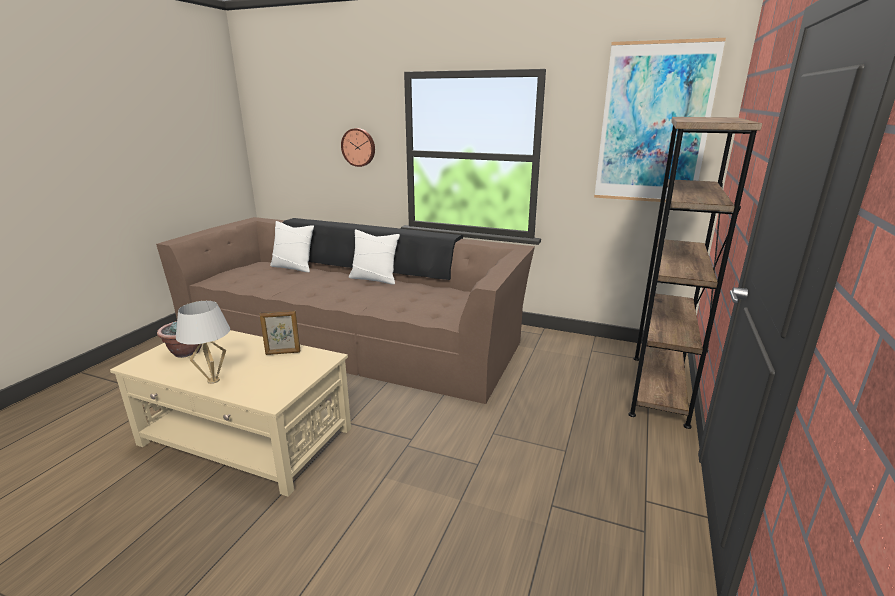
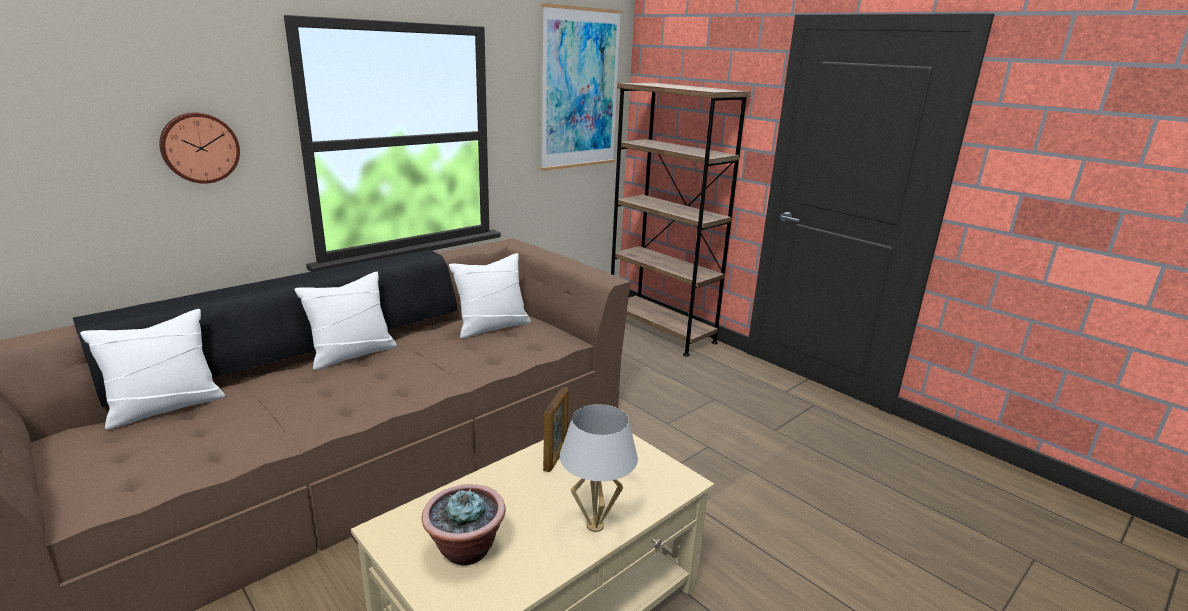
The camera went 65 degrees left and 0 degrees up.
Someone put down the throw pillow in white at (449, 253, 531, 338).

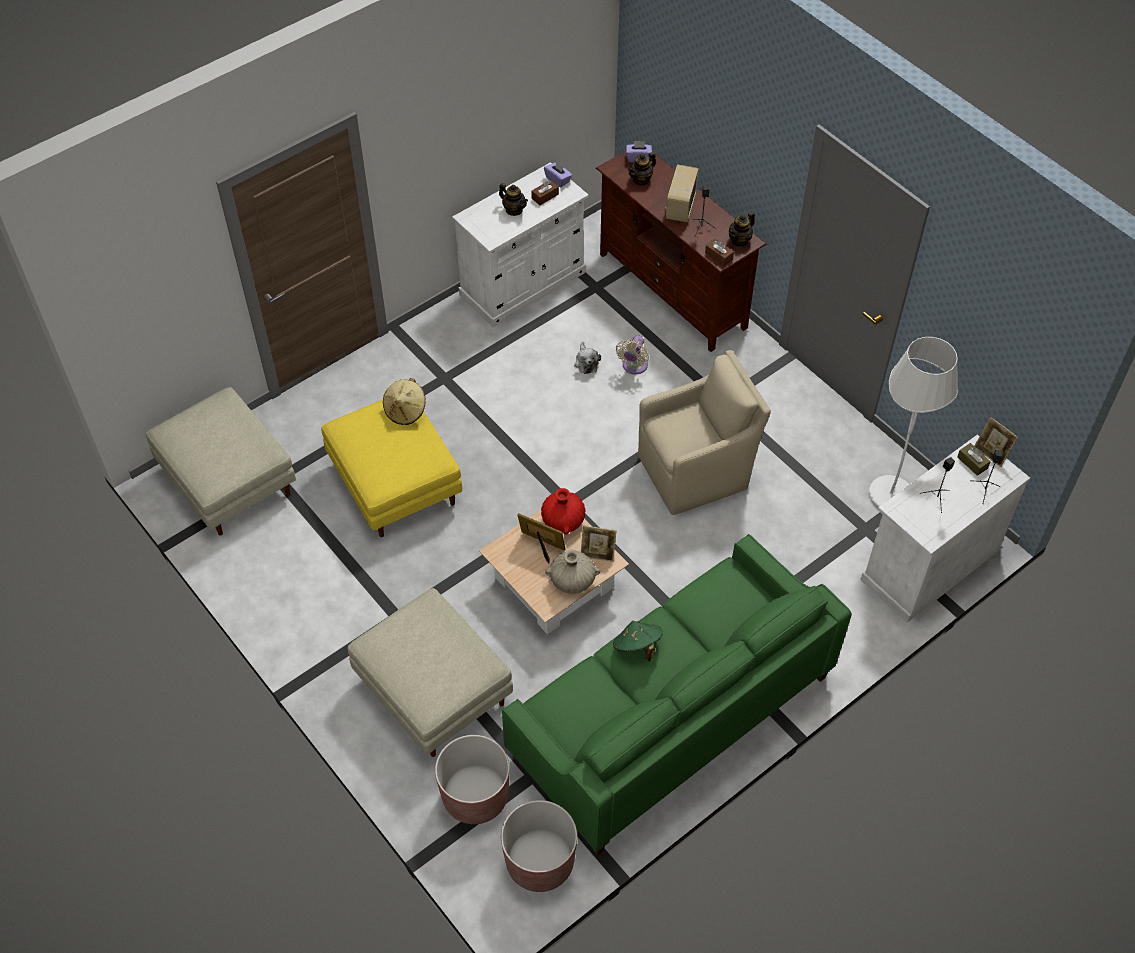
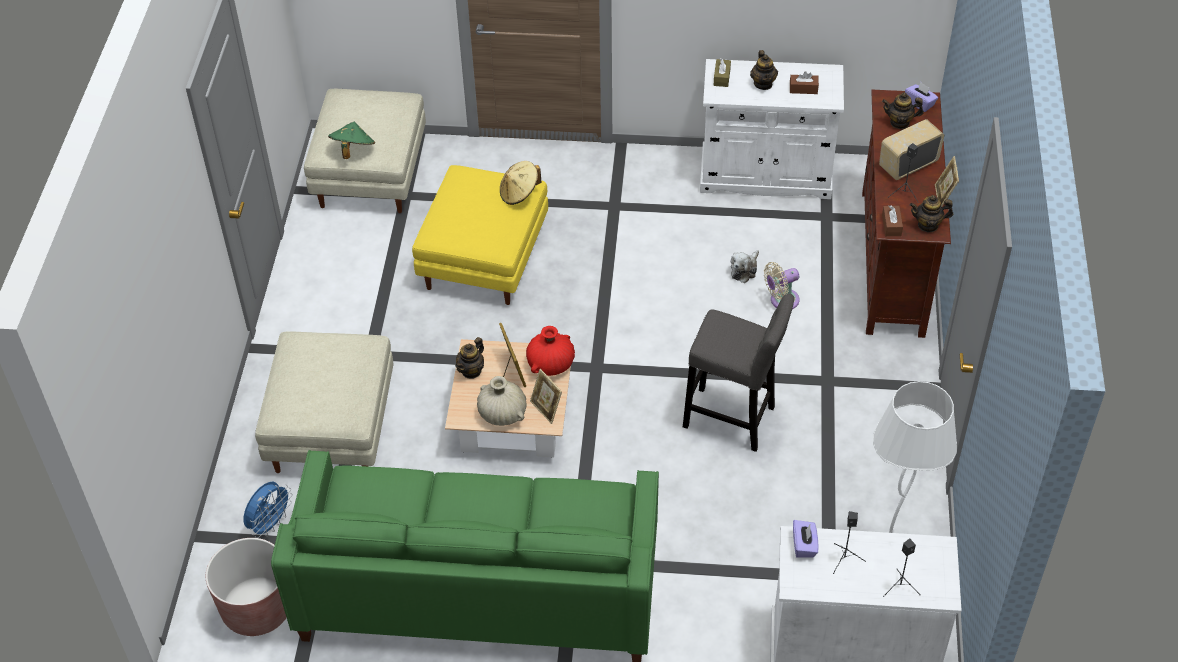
The camera went 45 degrees right and 5 degrees down.
Someone swapped the flower pot in brown at (435, 735, 510, 824) for the fan in blue at (243, 482, 293, 538).
Someone carried the hat in green-coloured from (613, 620, 663, 661) to (328, 121, 375, 159).
Someone put down the tea pot at (455, 337, 484, 379).
Someone swapped the armchair in sand-coloured at (638, 350, 771, 515) for the stool in gray at (683, 293, 795, 452).
Someone carried the tissue box in brown from (957, 443, 991, 476) to (713, 58, 731, 87).
Someone carried the tissue box in purple-coloured from (544, 161, 572, 188) to (793, 520, 819, 558).
Someone carried the photo frame from (974, 417, 1018, 467) to (935, 156, 959, 207).

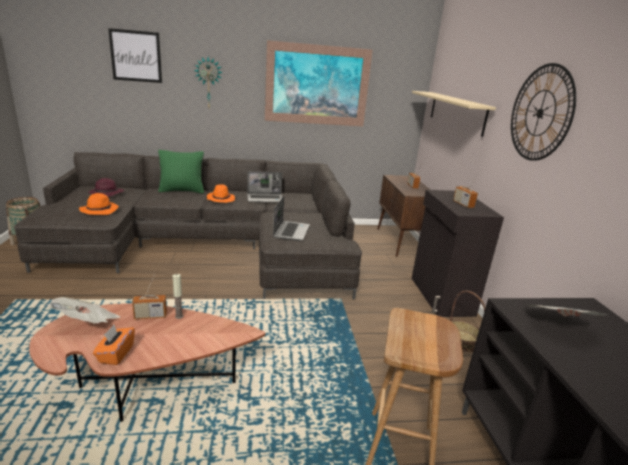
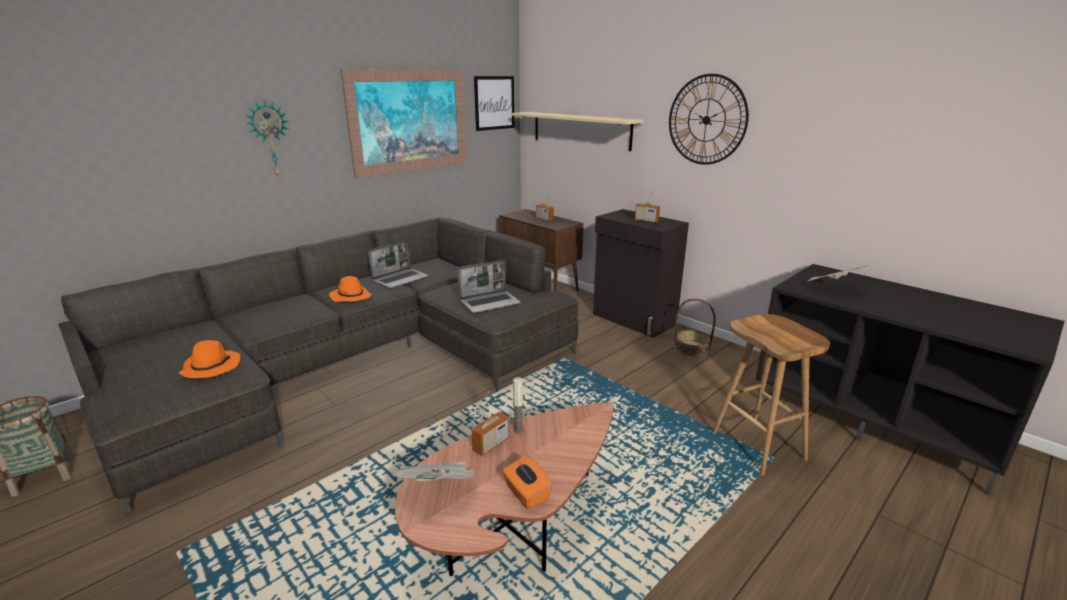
The camera went 35 degrees left and 0 degrees up.
Someone rotated the laptop at (273, 196, 310, 241) by 90 degrees clockwise.
Someone carried the wall picture from (108, 28, 162, 83) to (474, 76, 514, 131).
Someone took away the hat in purple-coloured at (88, 178, 124, 197).
Someone took away the throw pillow in green-coloured at (158, 150, 204, 193).

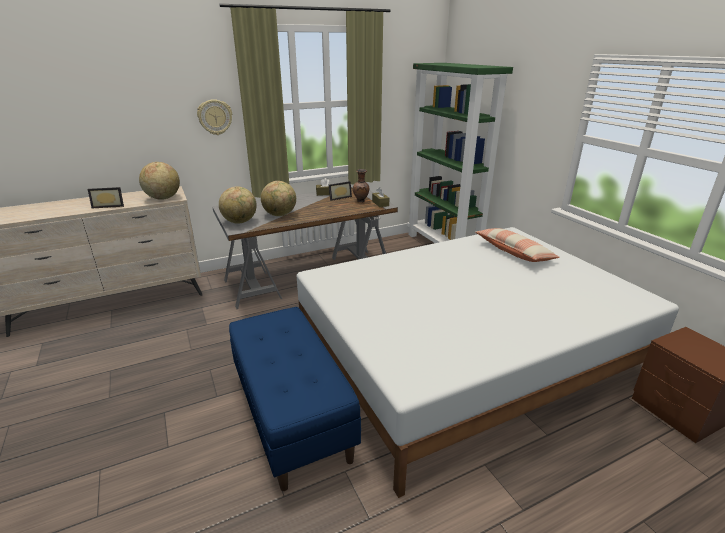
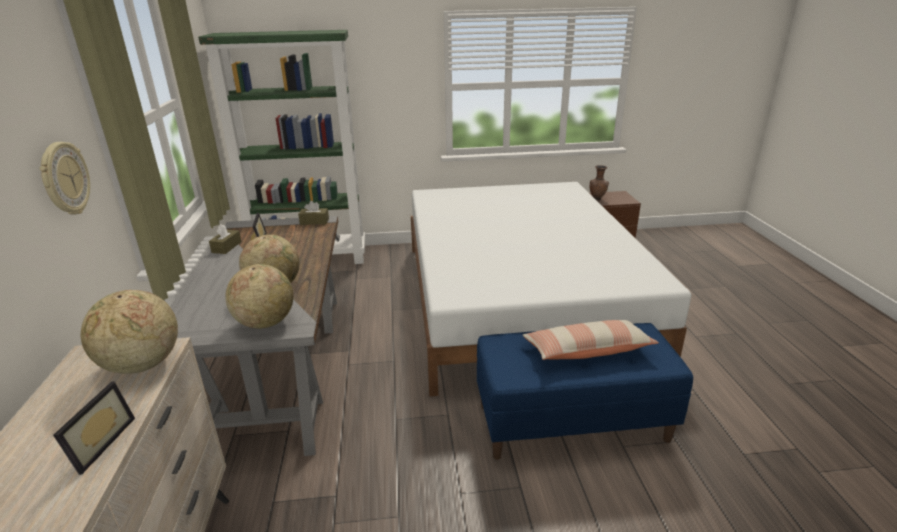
The camera went 70 degrees left and 0 degrees up.
Someone carried the throw pillow from (475, 228, 560, 262) to (523, 320, 659, 360).
Someone carried the decorative vase in brown from (353, 169, 369, 203) to (590, 165, 609, 201).

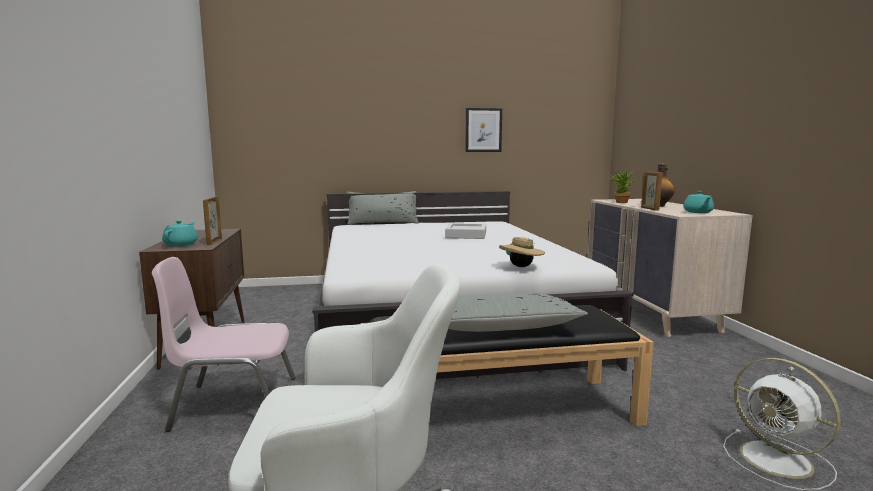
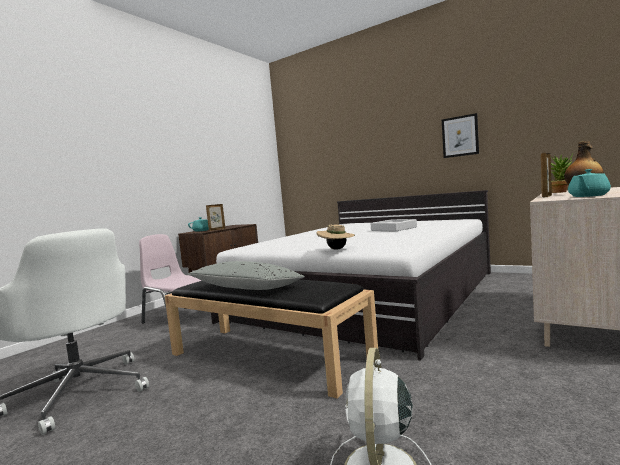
The camera went 45 degrees right and 5 degrees down.
Someone took away the throw pillow in gray at (347, 191, 418, 225).

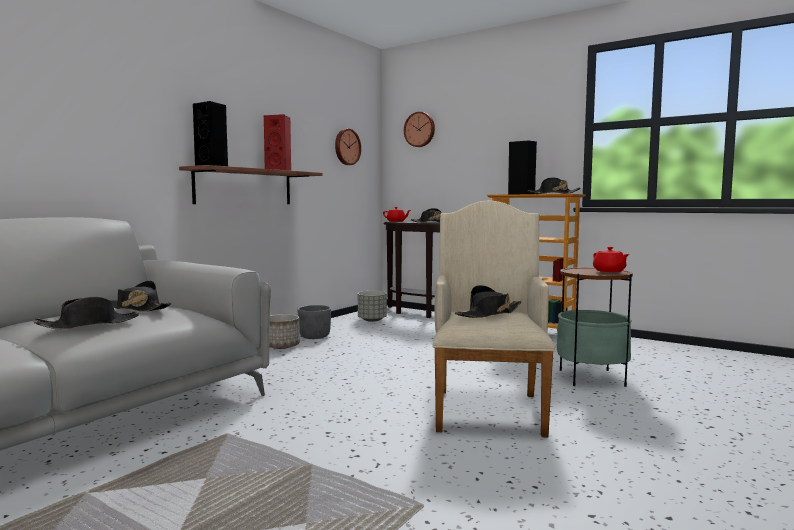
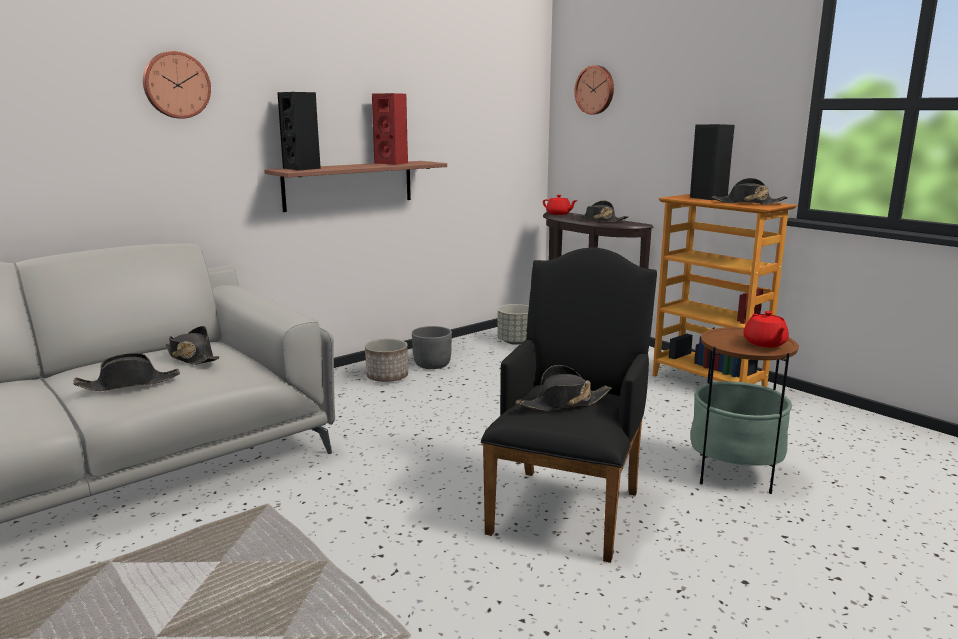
The camera went 15 degrees right and 10 degrees up.
Someone carried the hanging clock from (335, 129, 361, 165) to (143, 51, 211, 119).
Someone repainted the armchair in sand-coloured at (432, 200, 556, 438), which became the armchair in black at (481, 247, 657, 563).

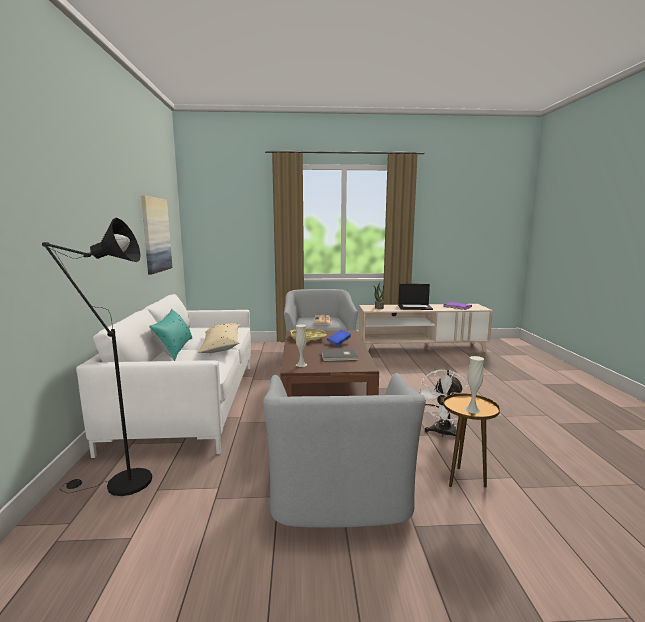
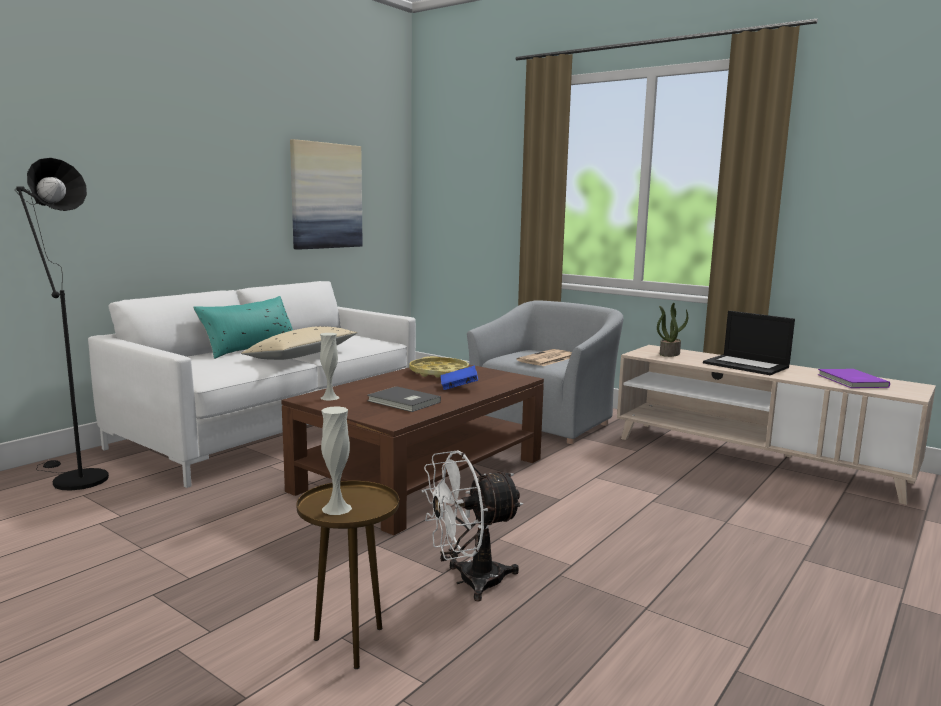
The camera went 40 degrees right and 0 degrees up.
Someone took away the armchair in gray at (263, 373, 426, 528).

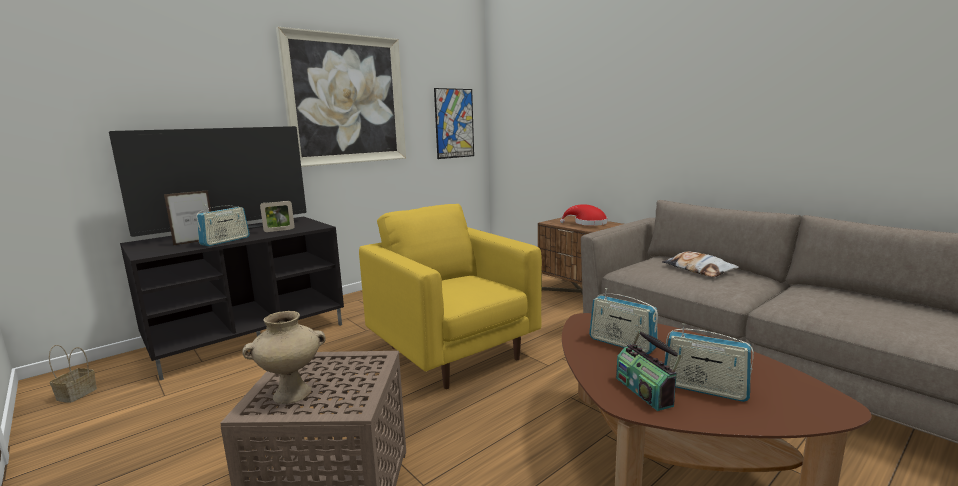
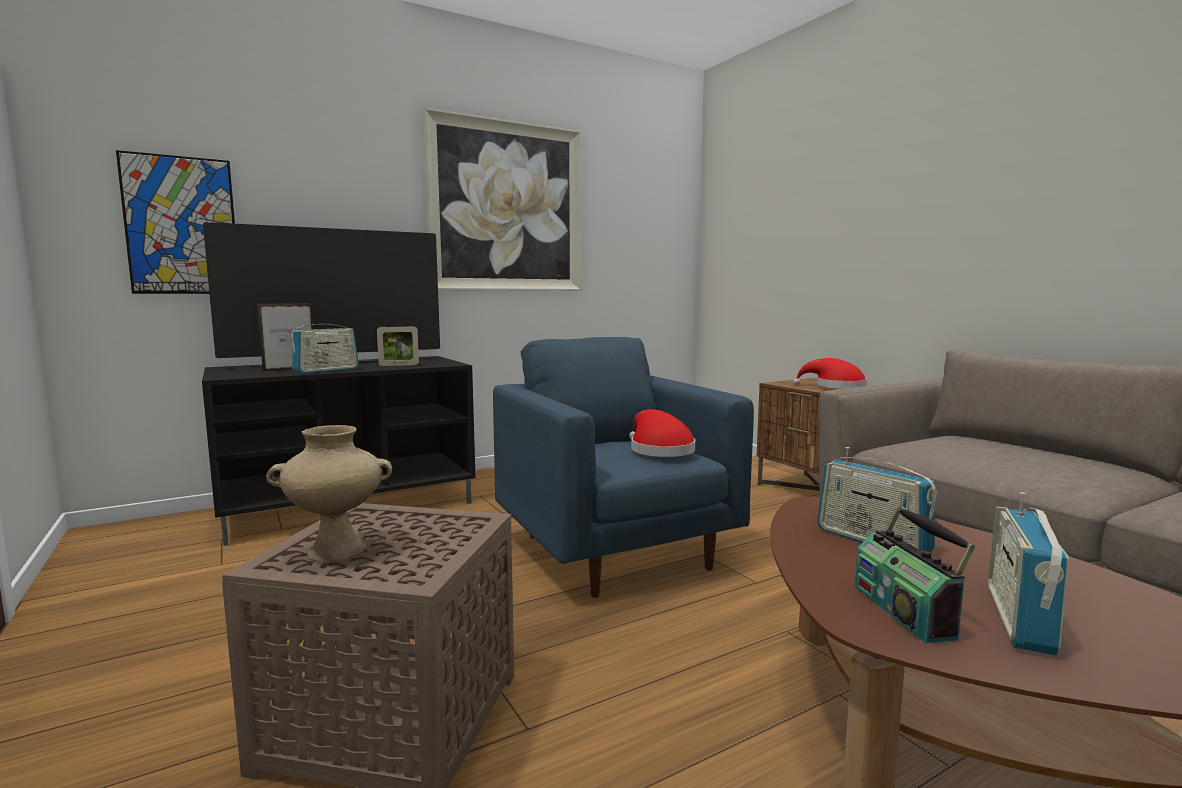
The camera went 10 degrees right and 5 degrees down.
Someone carried the wall picture from (434, 88, 474, 159) to (116, 150, 235, 294).
Someone repainted the armchair in yellow-coloured at (359, 204, 542, 389), which became the armchair in blue at (493, 337, 754, 598).
Someone put down the hat in red at (629, 409, 696, 457).
Someone rotated the radio at (664, 323, 754, 402) by 75 degrees clockwise.
Someone took away the storage basket at (49, 345, 97, 403).
Someone took away the throw pillow at (662, 251, 739, 277).

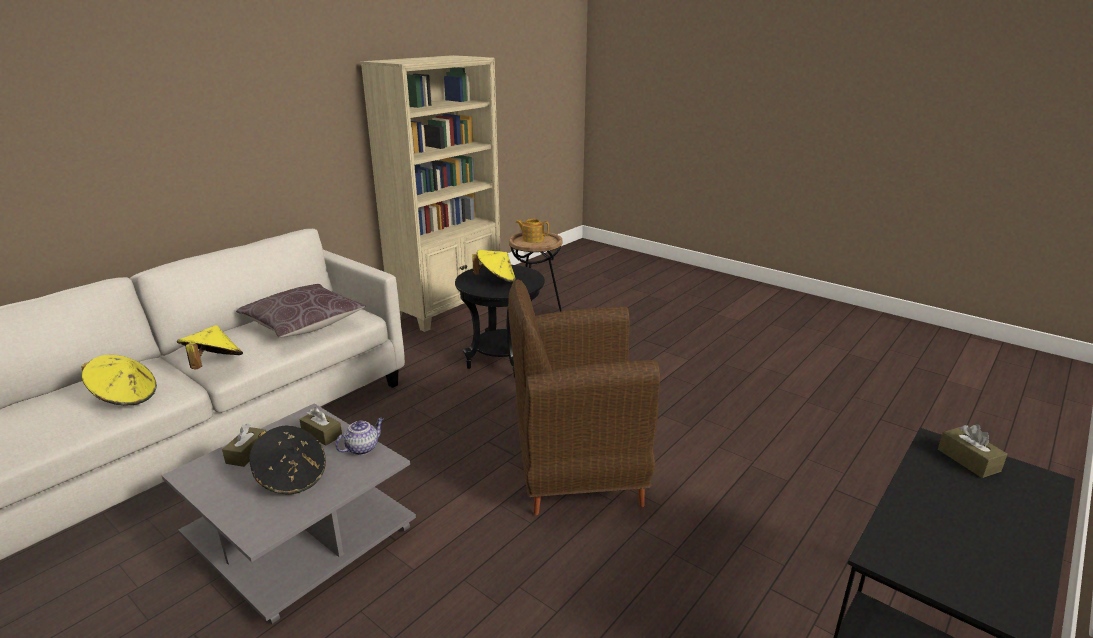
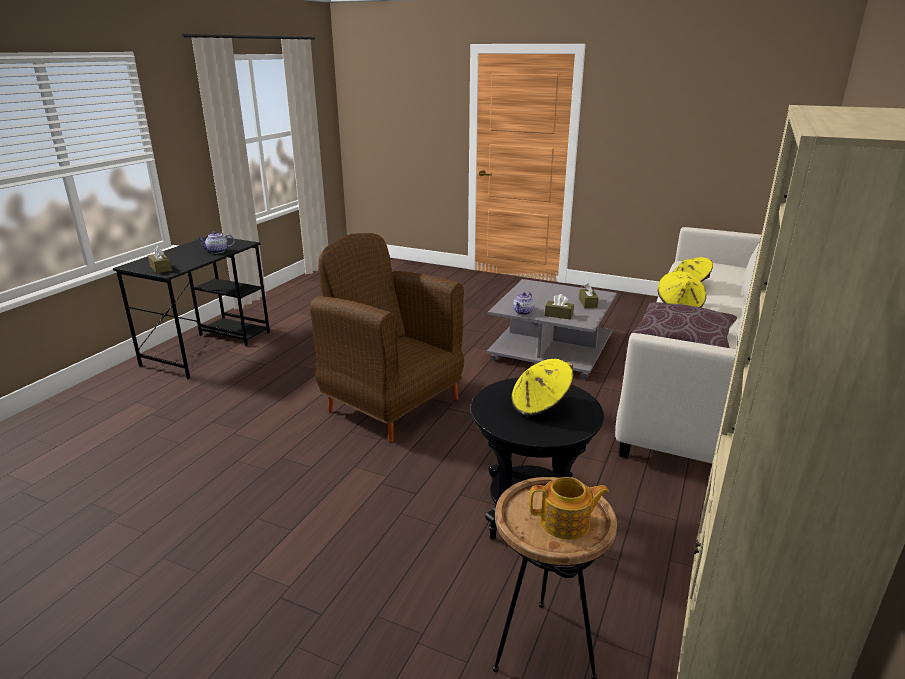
The camera went 165 degrees right and 0 degrees up.
Someone put down the tea pot at (197, 231, 235, 253).
Someone rotated the armchair in brown at (508, 279, 660, 515) by 120 degrees counterclockwise.
Someone took away the hat in black at (249, 426, 326, 495).

